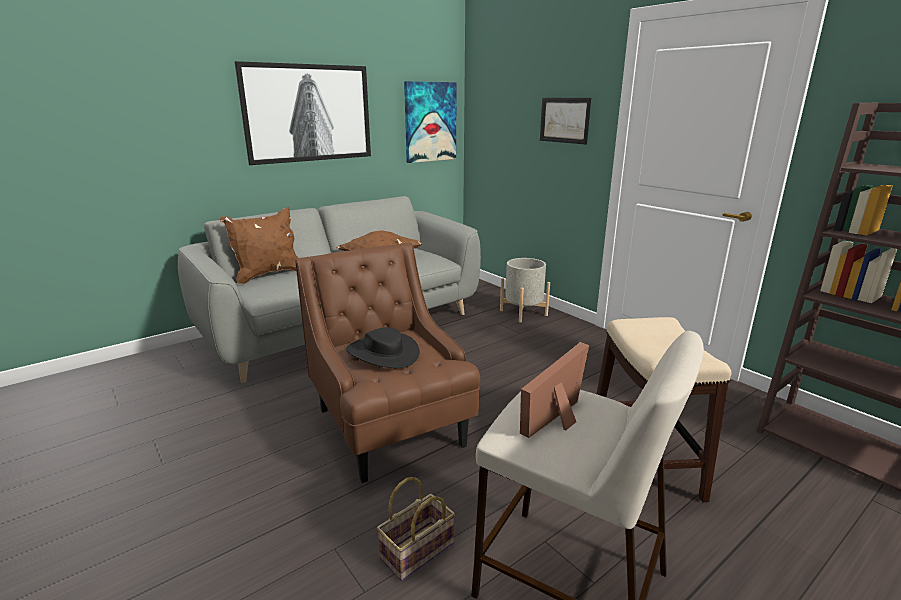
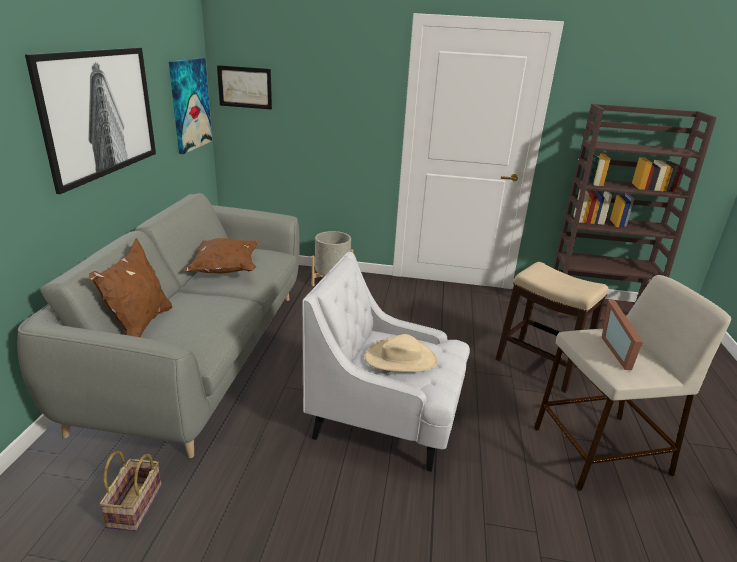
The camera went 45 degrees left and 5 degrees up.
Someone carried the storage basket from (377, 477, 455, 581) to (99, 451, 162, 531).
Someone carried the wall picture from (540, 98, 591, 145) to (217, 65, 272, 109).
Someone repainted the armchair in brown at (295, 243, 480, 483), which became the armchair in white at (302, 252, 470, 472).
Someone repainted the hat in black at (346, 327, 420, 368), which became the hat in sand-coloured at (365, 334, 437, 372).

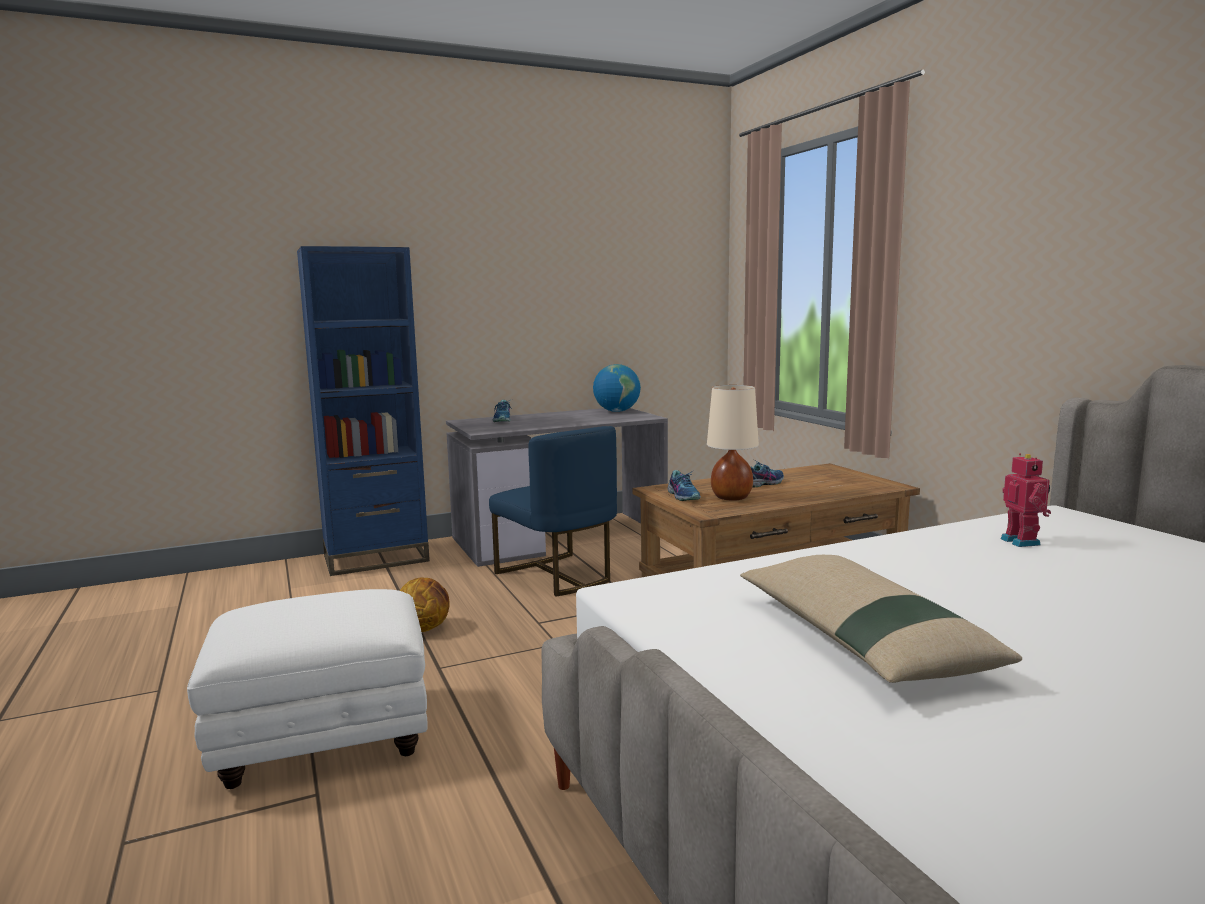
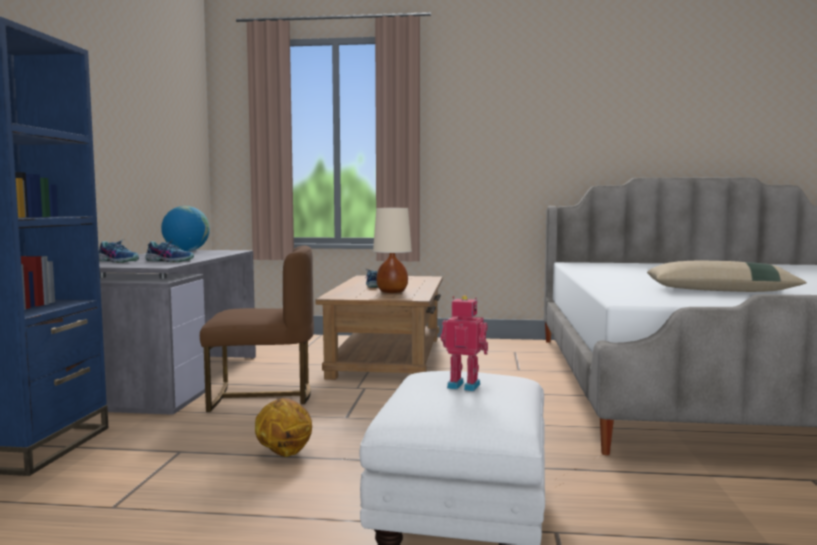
The camera went 60 degrees left and 5 degrees down.
Someone carried the shoe from (668, 470, 701, 501) to (145, 239, 194, 262).
Someone repainted the plain chair in blue at (489, 426, 617, 597), which became the plain chair in brown at (200, 245, 314, 412).
Someone carried the robot figure from (1001, 453, 1051, 547) to (440, 295, 488, 391).

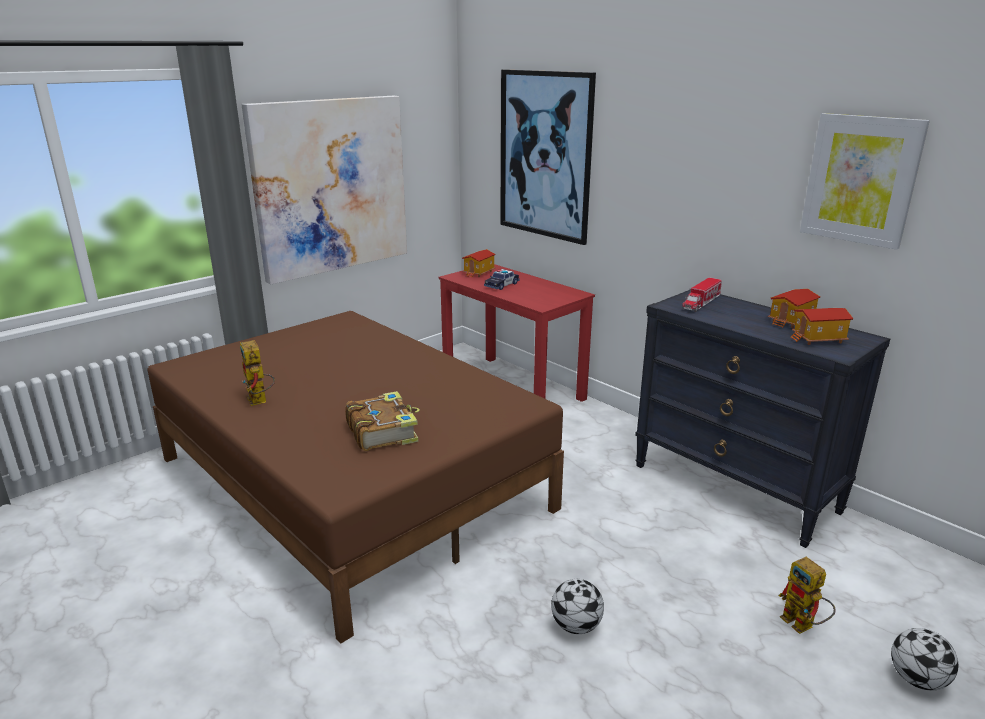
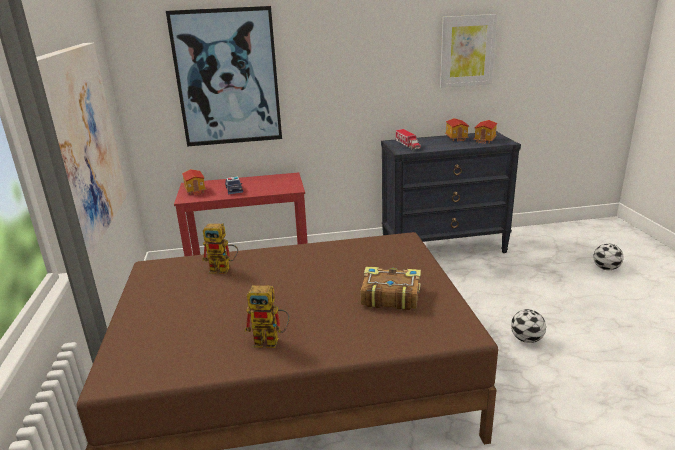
The camera went 55 degrees left and 0 degrees up.
Someone carried the robot figure from (779, 557, 836, 634) to (202, 223, 238, 274).

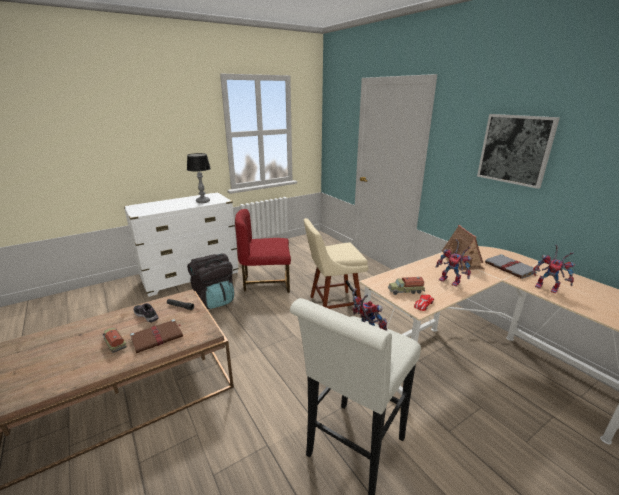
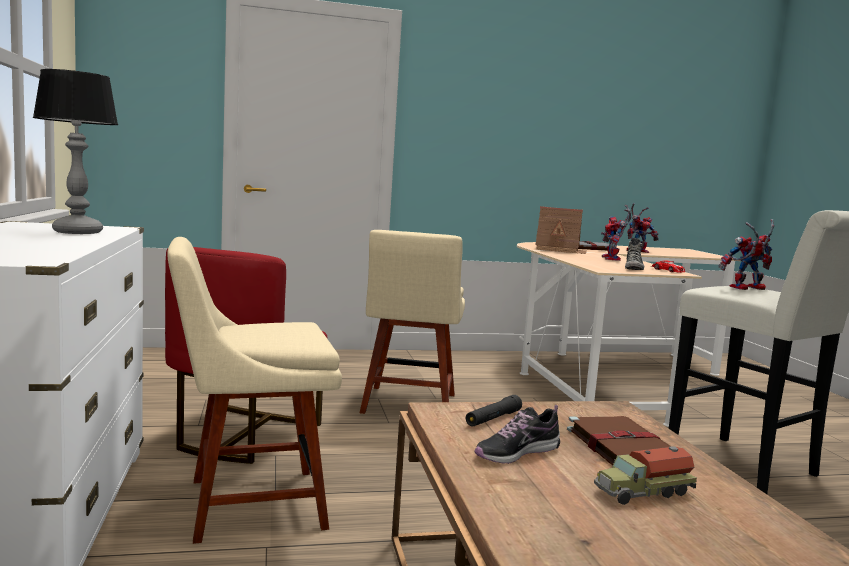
The camera went 70 degrees left and 15 degrees down.
Someone swapped the rucksack in black at (187, 253, 234, 309) for the plain chair in sand-coloured at (167, 237, 342, 544).
Someone rotated the robot figure at (436, 239, 472, 286) by 120 degrees clockwise.
Someone swapped the toy lorry at (388, 277, 425, 295) for the shoe at (625, 238, 644, 270).
Someone took away the wall picture at (477, 114, 560, 189).

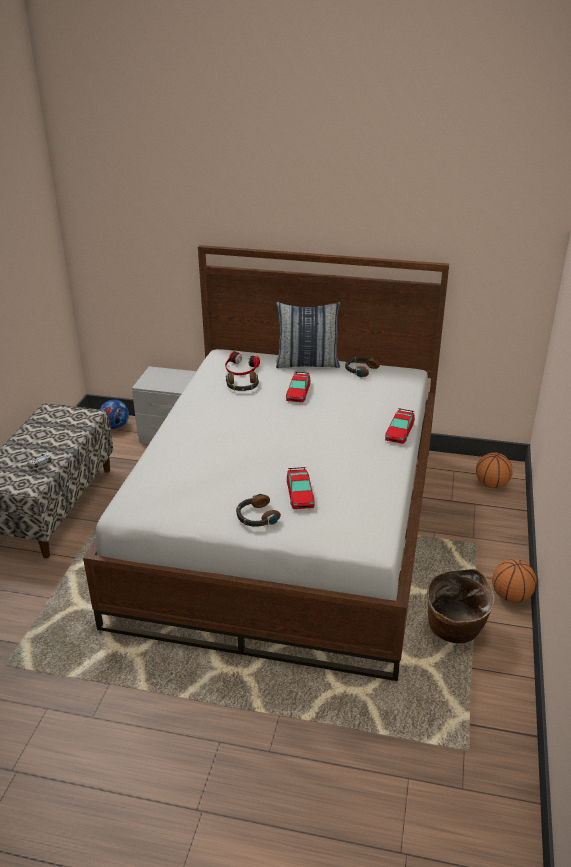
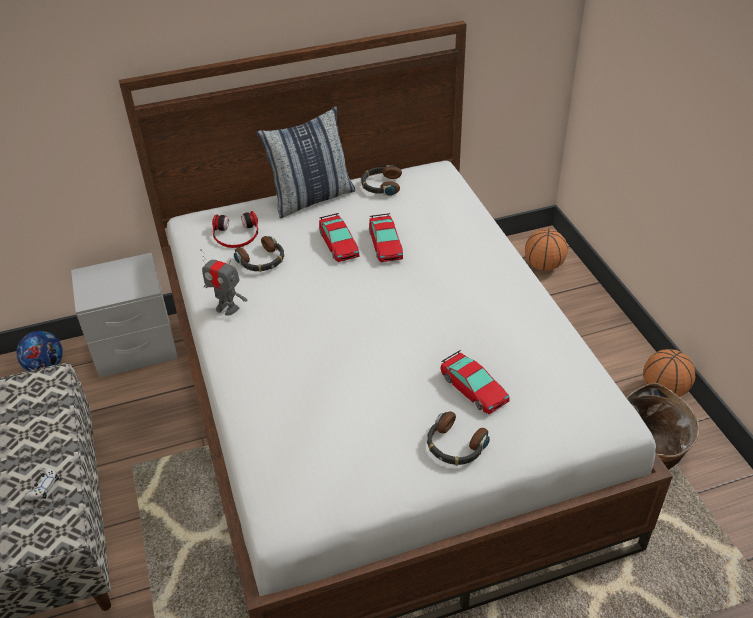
The camera went 30 degrees left and 10 degrees up.
Someone put down the robot figure at (201, 249, 247, 315).
Someone carried the miniature car from (385, 408, 414, 444) to (369, 213, 403, 262).

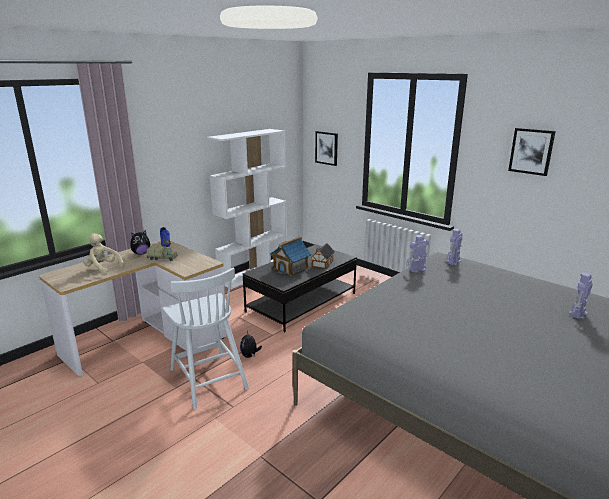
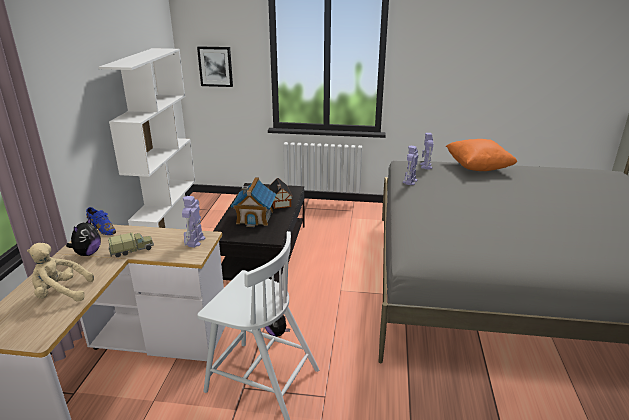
The camera went 35 degrees left and 5 degrees up.
Someone carried the robot figure from (569, 273, 593, 319) to (182, 196, 205, 247).
Someone put down the throw pillow in orange-coloured at (446, 139, 517, 171).
Someone took away the wall picture at (508, 128, 556, 176).

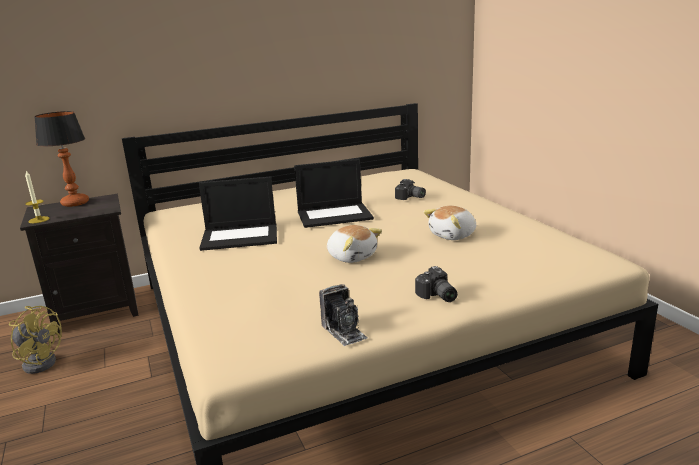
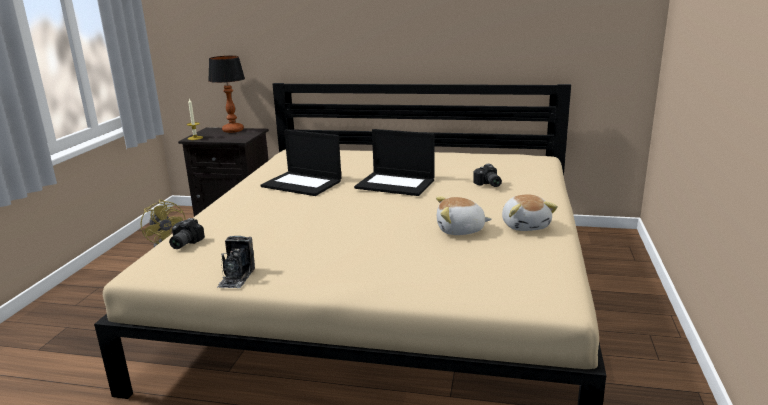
The camera went 35 degrees right and 0 degrees up.
Someone carried the still camera from (415, 266, 457, 302) to (169, 218, 205, 249).
Someone carried the cuddly toy from (327, 225, 382, 263) to (502, 194, 558, 231).

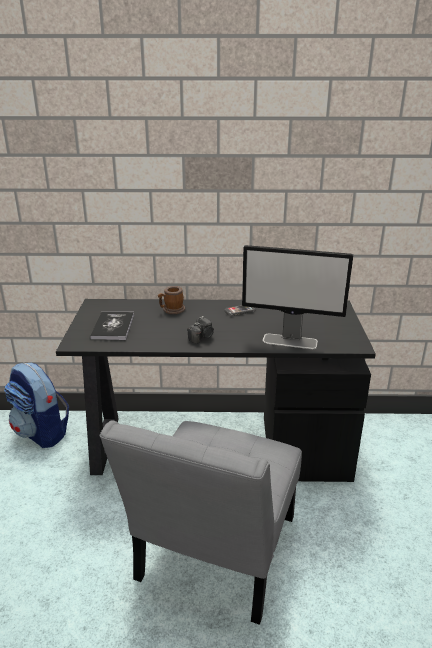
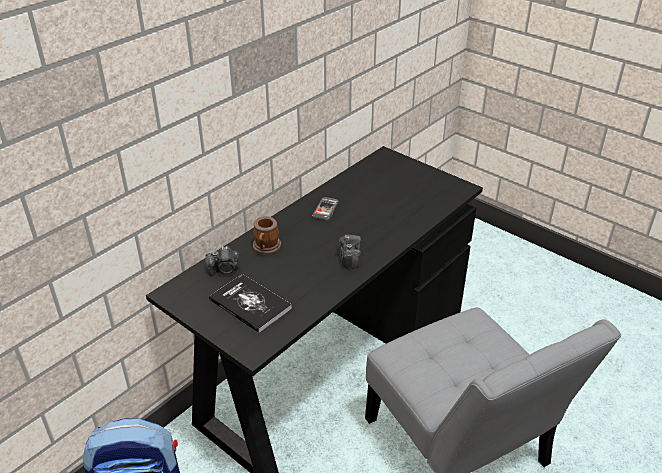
The camera went 50 degrees left and 10 degrees up.
Someone put down the still camera at (205, 246, 240, 276).
Someone took away the computer screen at (242, 245, 353, 349).

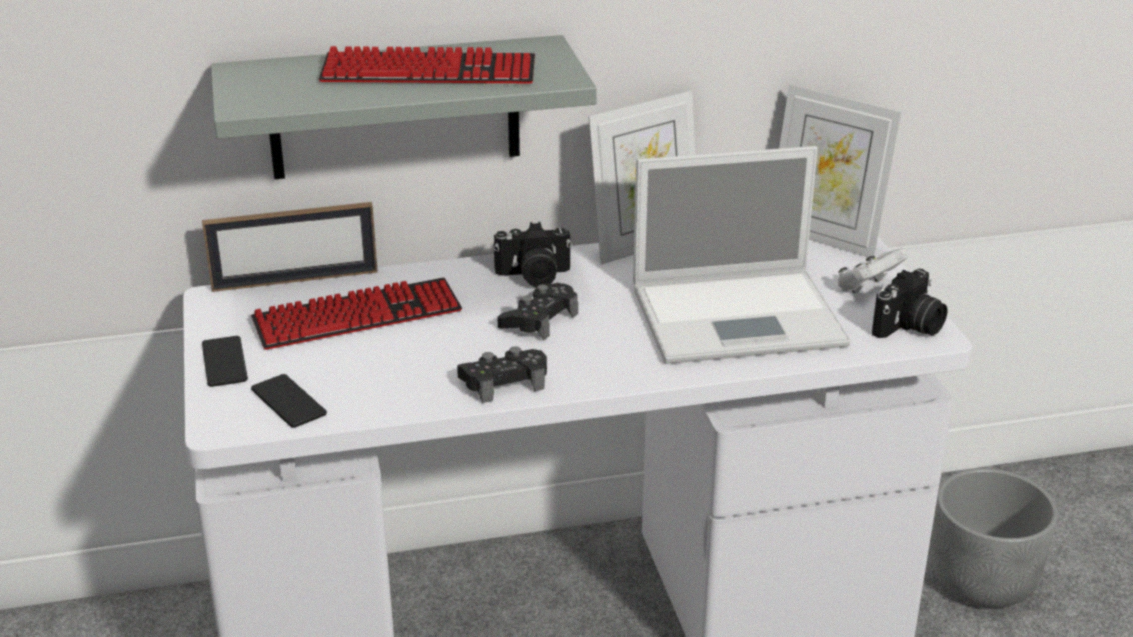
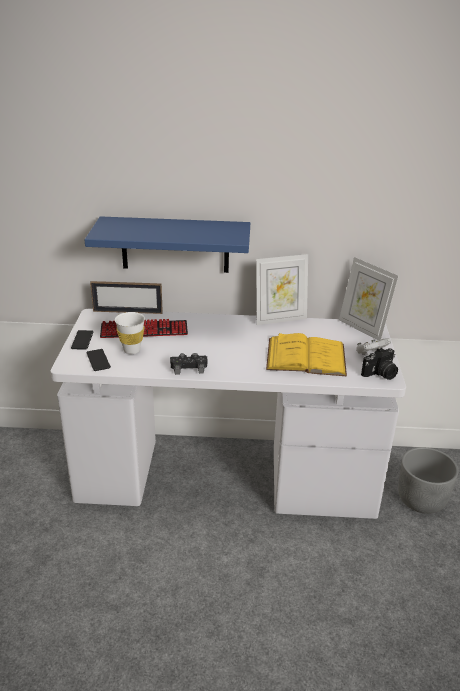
The camera went 15 degrees right and 0 degrees up.
Someone repainted the wall shelf in gray at (211, 35, 597, 179), which became the wall shelf in blue at (85, 216, 250, 273).
Someone put down the drinking cup in white at (115, 312, 145, 354).
Someone swapped the laptop at (633, 146, 850, 364) for the volume in yellow-coloured at (266, 333, 347, 376).
Someone took away the computer keyboard at (318, 46, 535, 83).
Someone took away the still camera at (493, 222, 572, 288).
Someone took away the joypad in black at (498, 283, 578, 340).

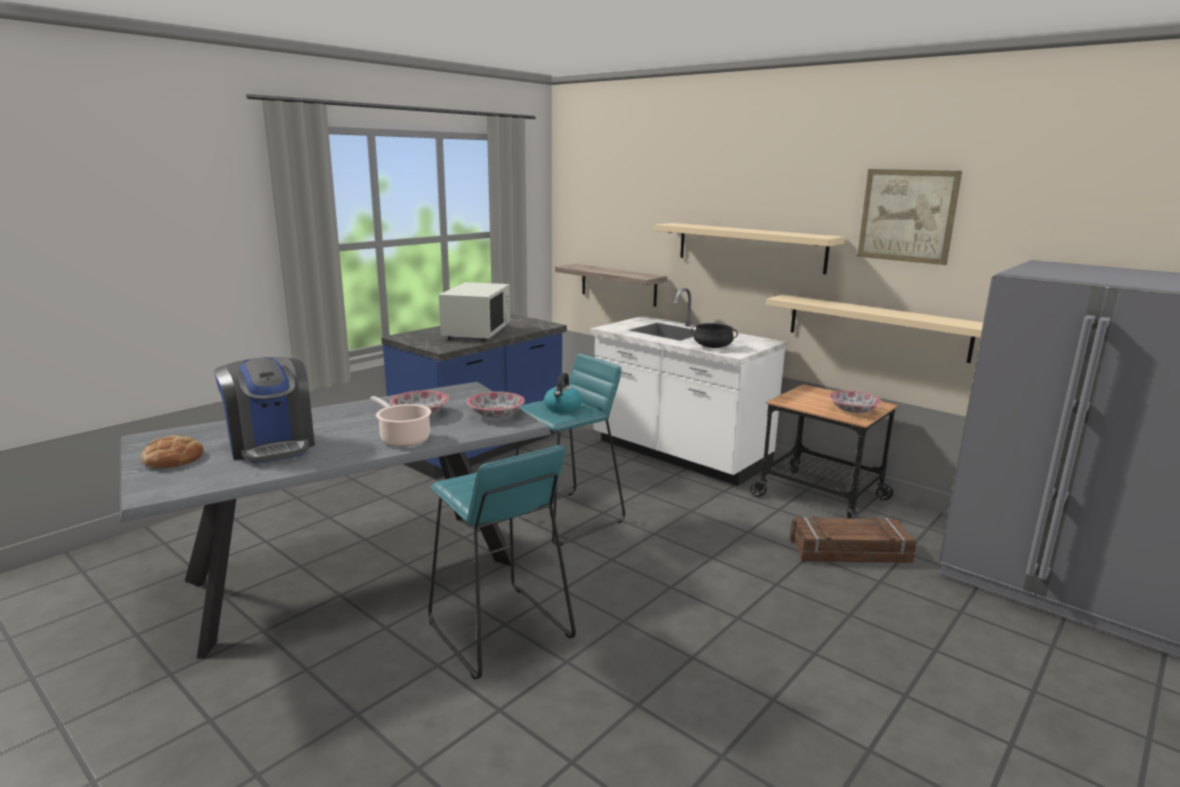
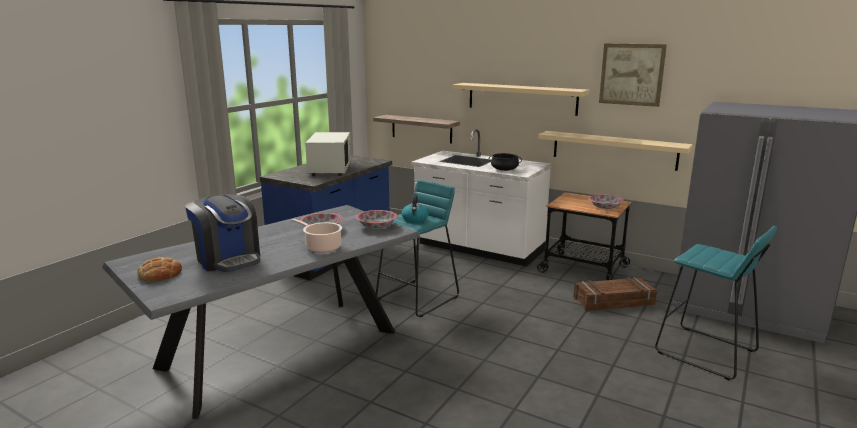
The camera went 10 degrees left and 0 degrees up.
Someone carried the stool in turquoise from (429, 445, 576, 680) to (655, 226, 777, 380).

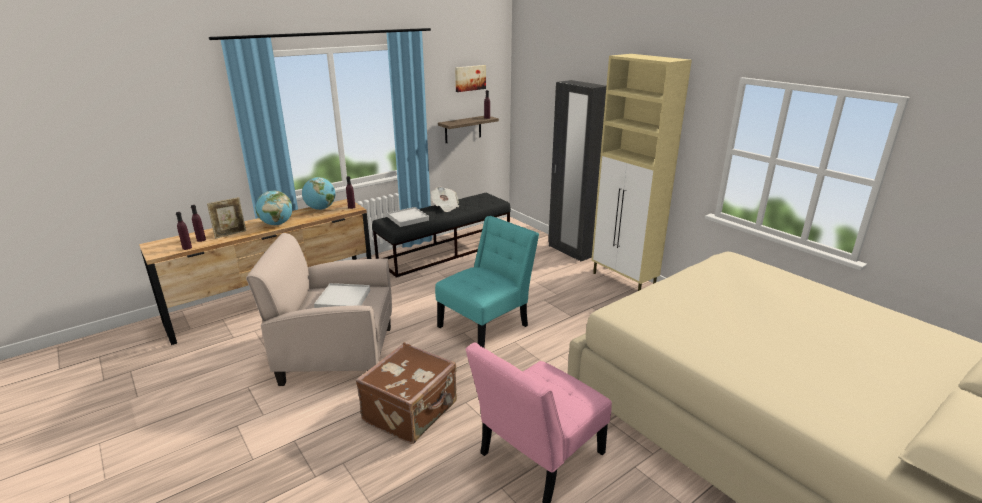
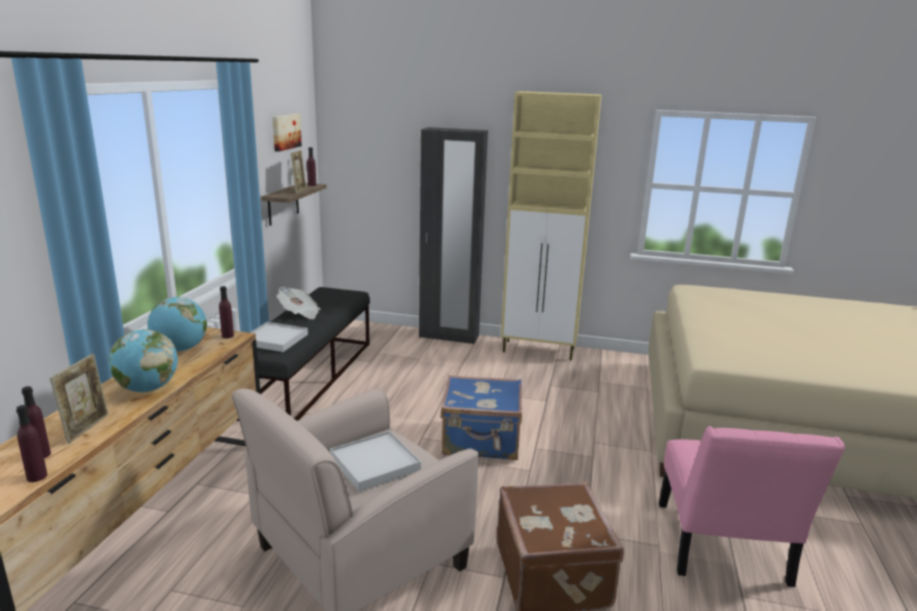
The camera went 40 degrees left and 5 degrees down.
Someone put down the photo frame at (290, 150, 306, 193).
Someone swapped the plain chair in turquoise at (435, 216, 539, 348) for the travel case in blue at (441, 375, 522, 460).

